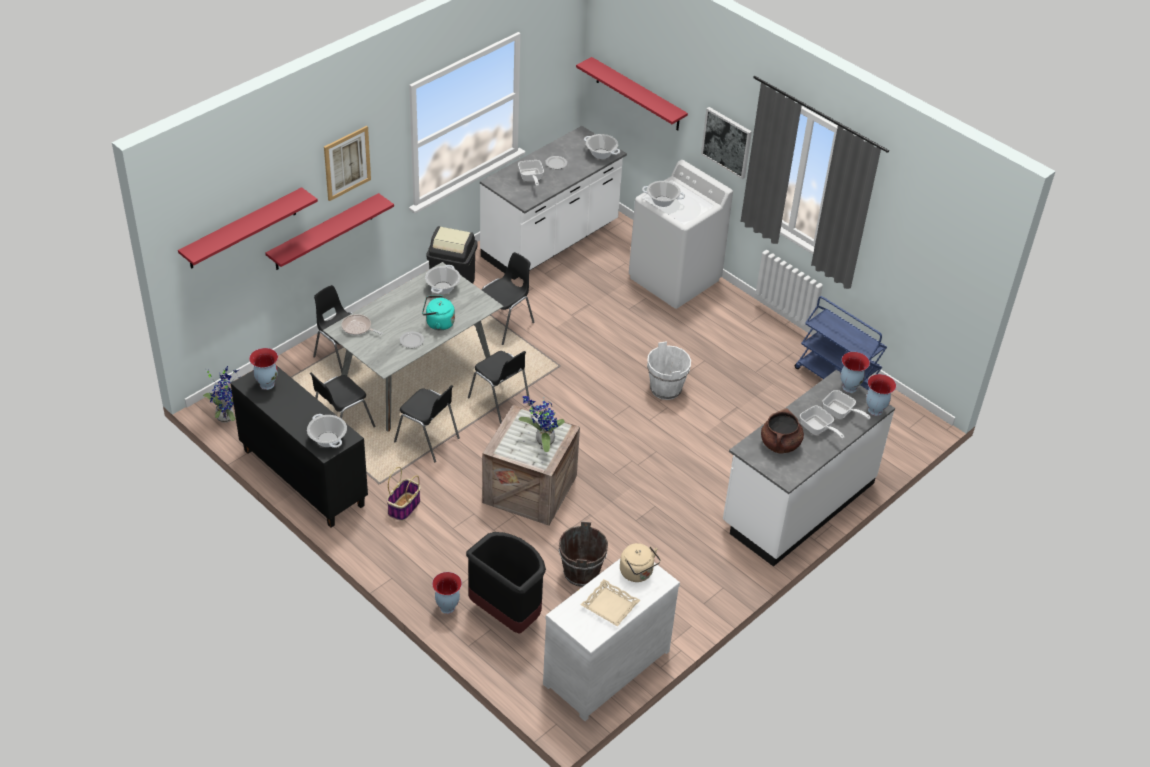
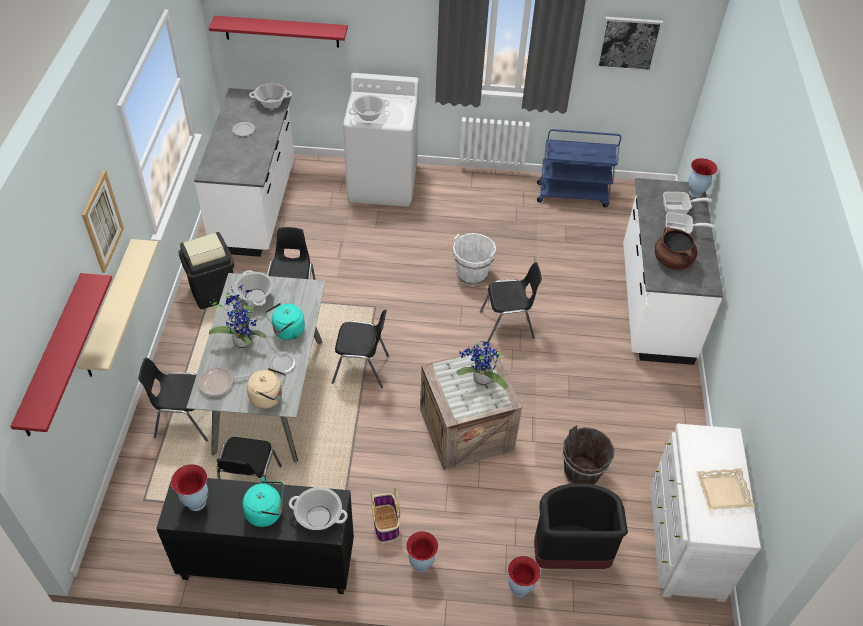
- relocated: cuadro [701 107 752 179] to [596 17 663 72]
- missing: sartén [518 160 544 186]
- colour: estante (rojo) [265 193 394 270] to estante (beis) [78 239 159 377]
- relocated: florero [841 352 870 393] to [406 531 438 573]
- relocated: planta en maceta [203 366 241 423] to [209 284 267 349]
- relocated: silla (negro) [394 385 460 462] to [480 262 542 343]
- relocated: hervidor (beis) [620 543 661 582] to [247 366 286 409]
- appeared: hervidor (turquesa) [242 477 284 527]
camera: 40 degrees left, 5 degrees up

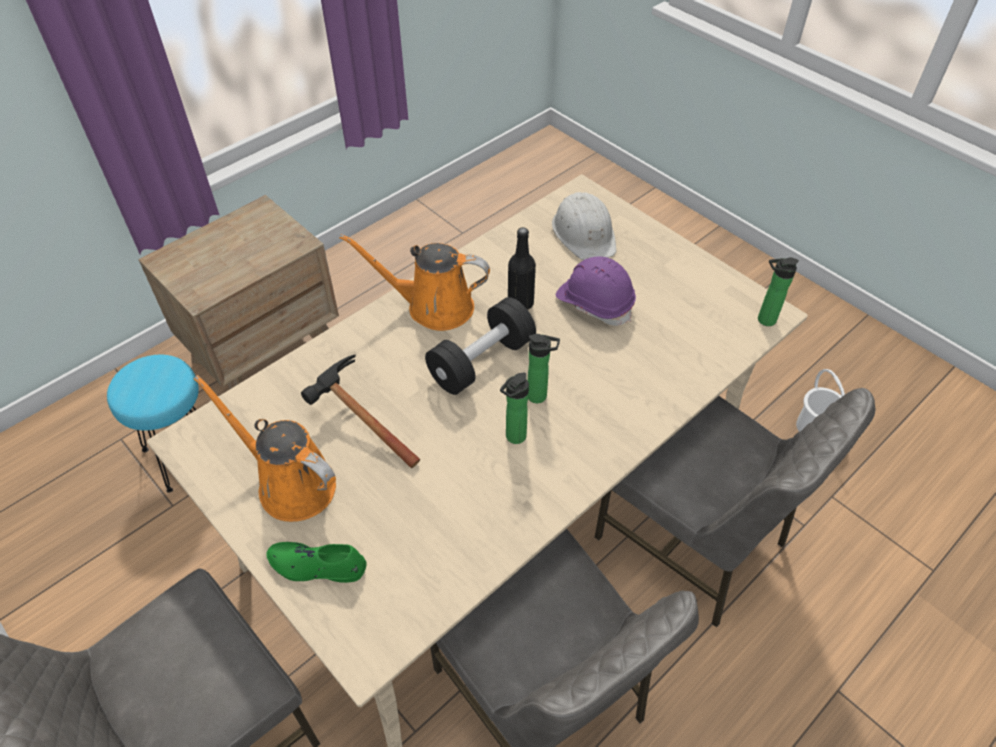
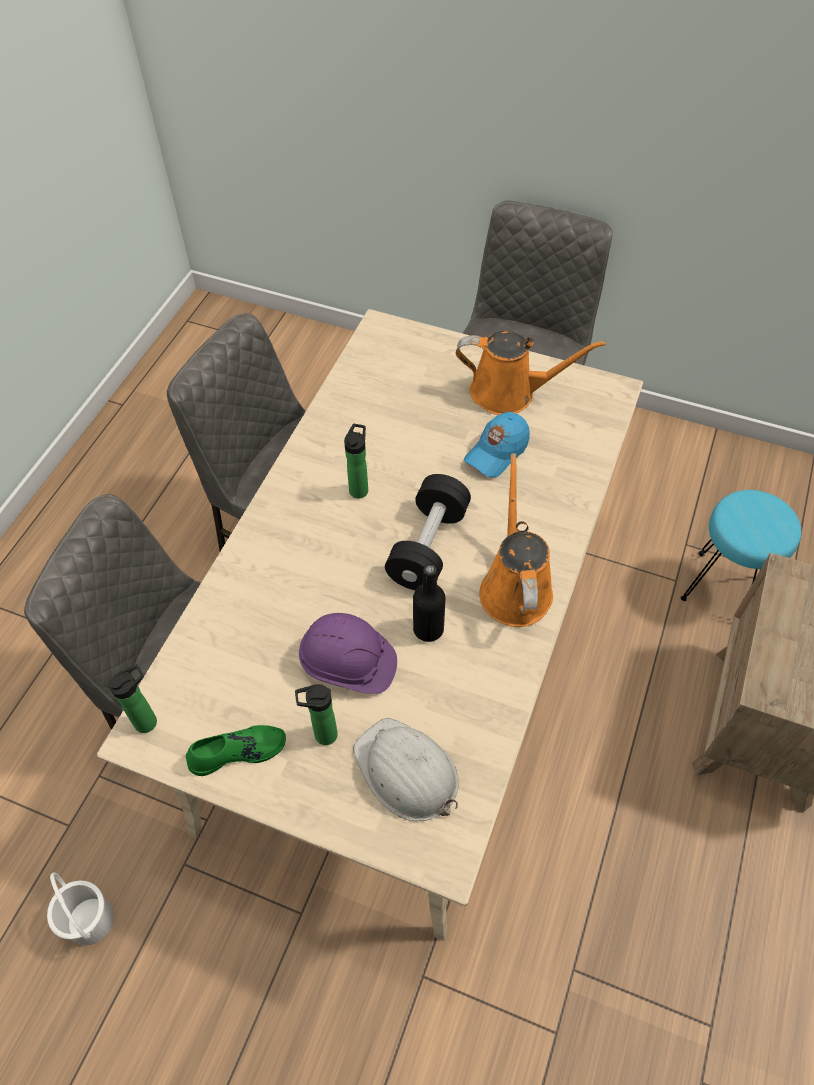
- spun: regadera (naranja) [340 234 490 331] = [479 453 553 627] 75 degrees counterclockwise
- relocated: botella [528 334 560 403] to [295 684 338 745]
- exchanged: martillo [301 355 420 468] to gorra (azul) [464 412 530 478]
- relocated: zapato (verde) [266 542 367 583] to [186 725 286 776]
camera: 155 degrees right, 5 degrees up

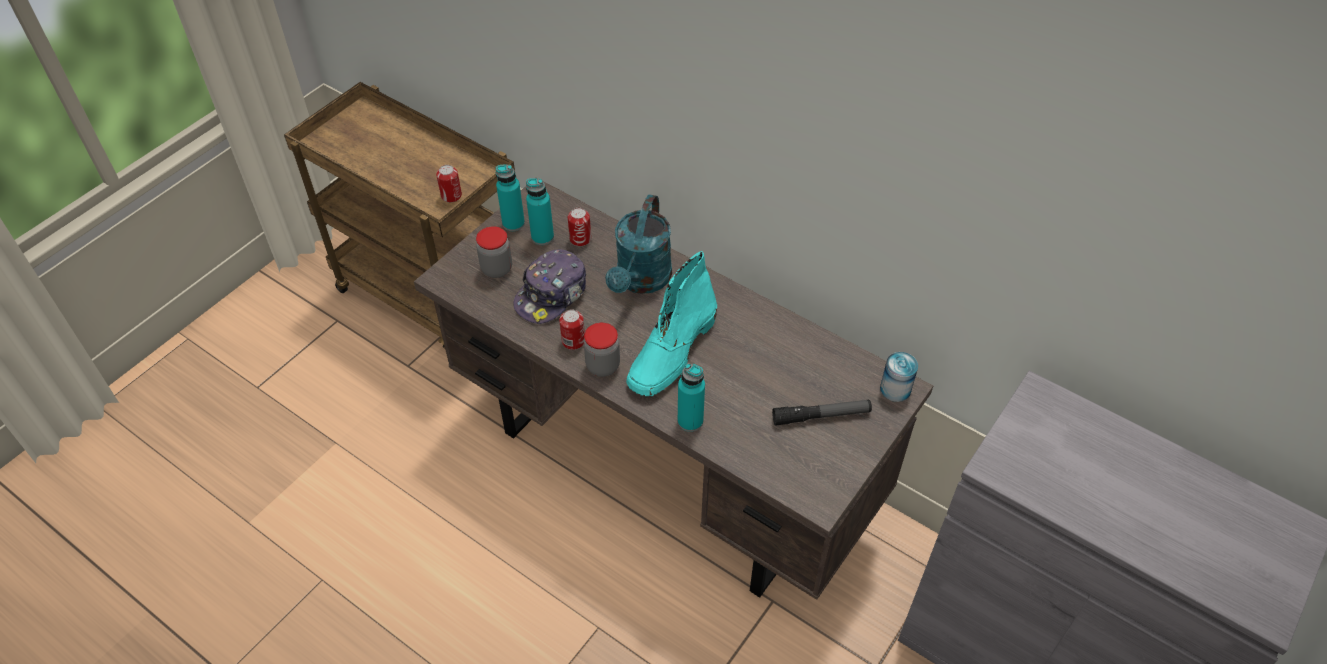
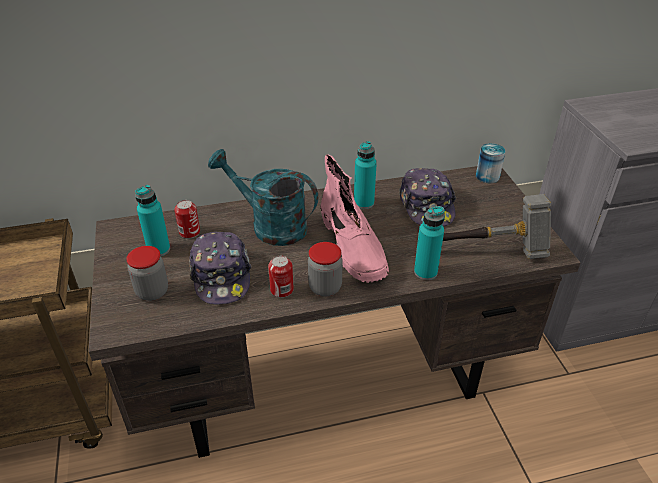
- relocated: botella (turquesa) [496 164 525 231] to [354 141 377 209]
- missing: lata [436 165 462 203]
- spun: regadera (turquesa) [605 194 672 294] = [208 149 318 246] 150 degrees clockwise
- colour: bota (turquesa) [626 251 717 396] to bota (rosa) [321 154 389 283]
- missing: linterna [772 400 872 426]
- appeared: gorra [399 168 456 226]
- appeared: martillo [443 194 551 259]
camera: 50 degrees left, 10 degrees down

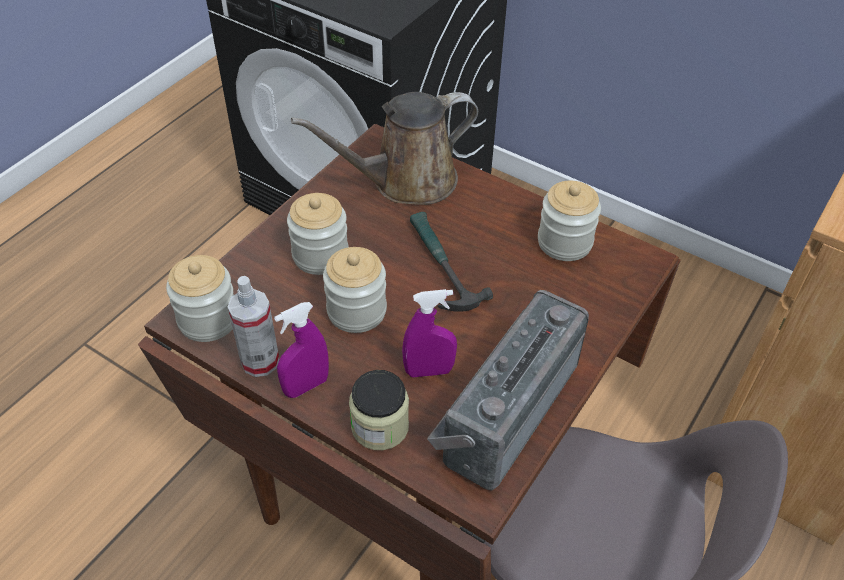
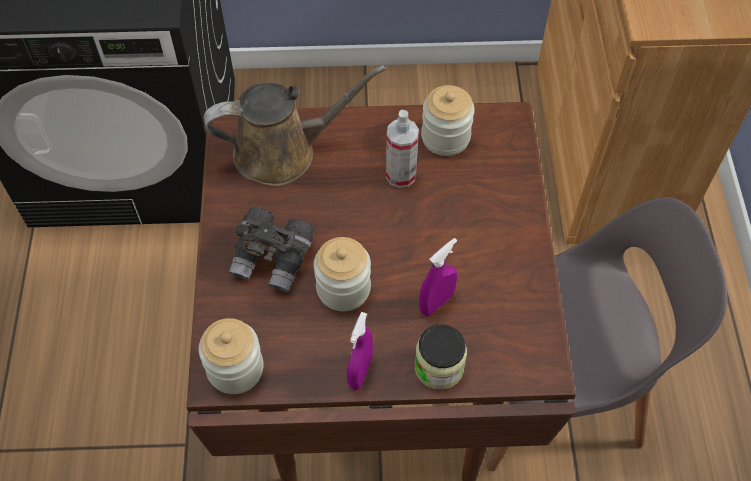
- spun: regadera (marrón) [291 92 478 205] = [204 65 386 186] 135 degrees counterclockwise
- exchanged: tarro [287 193 349 275] to prismáticos (gris) [229 207 314 292]
- missing: martillo [410 212 493 312]
- relocated: pulverizador [228 276 279 377] to [386 110 419 188]
- missing: radio [427 290 589 491]
camera: 35 degrees left, 10 degrees up

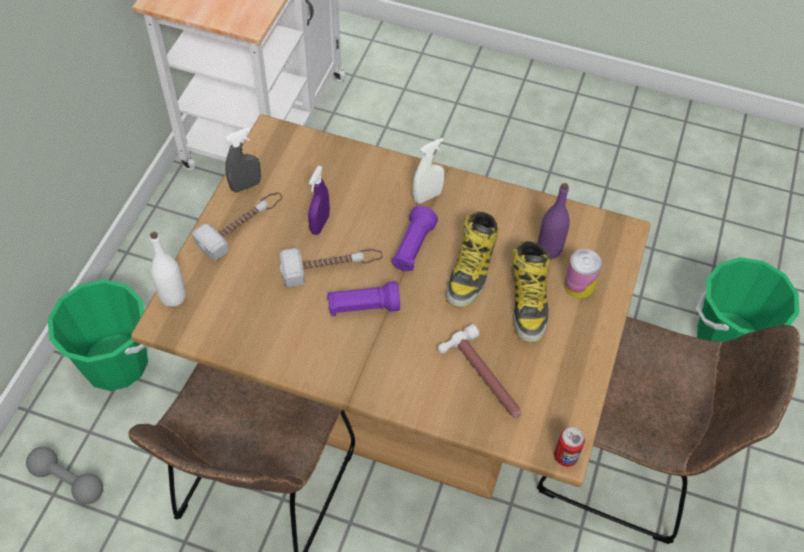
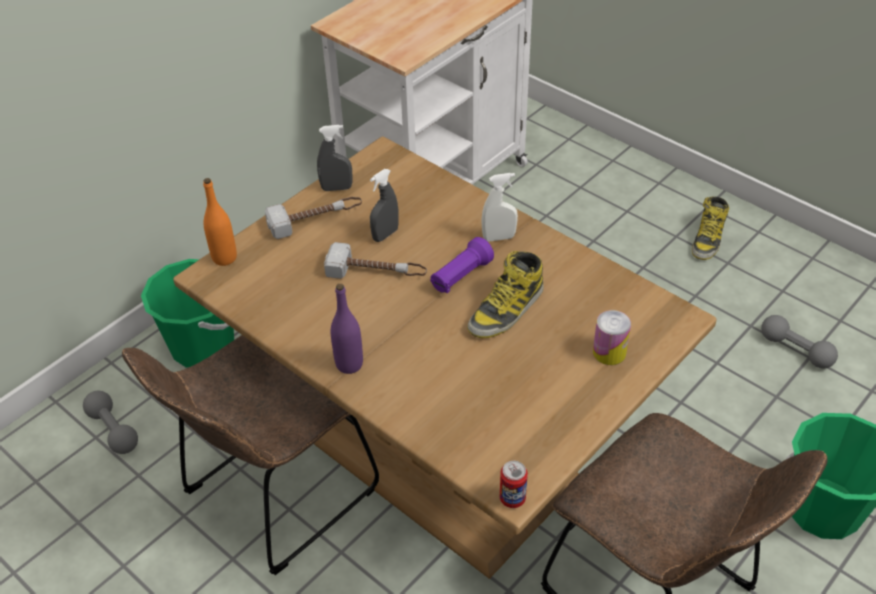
- colour: pulverizador (morado) [308 166 330 235] to pulverizador (gris) [370 169 399 242]
- relocated: botella (morado) [538 183 570 259] to [331 284 363 374]
- colour: botella (blanco) [150 232 186 307] to botella (naranja) [203 178 237 266]
- relocated: bota [511 241 550 343] to [692 197 729 260]
- missing: linterna (morado) [327 281 400 316]
- missing: martillo [437 324 521 418]
- appeared: mancuerna (gris) [761 315 838 369]
camera: 25 degrees right, 10 degrees down

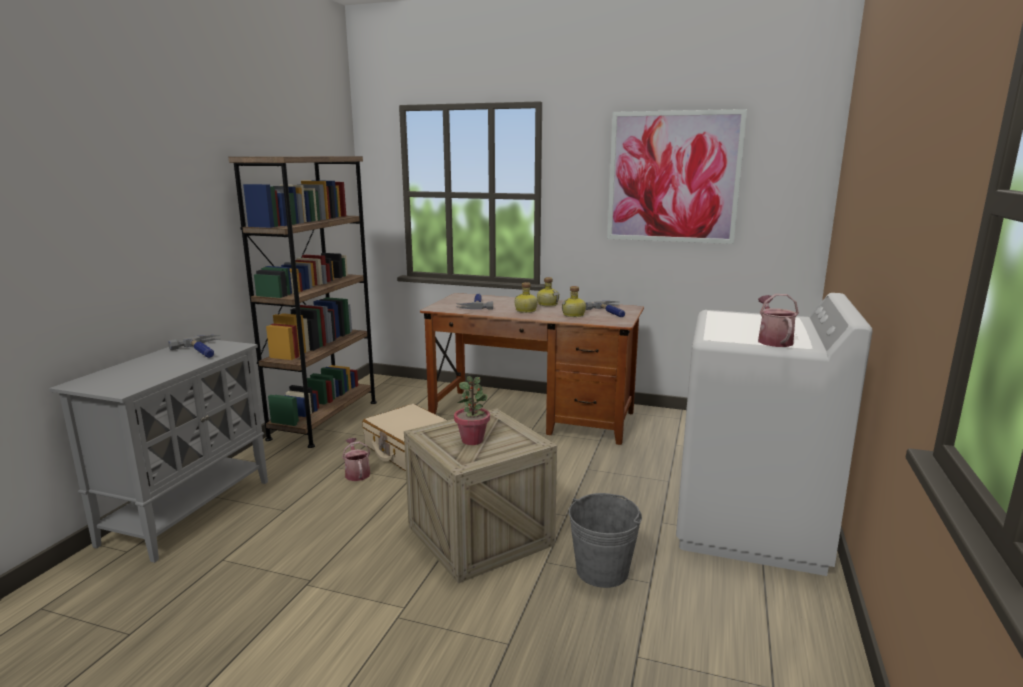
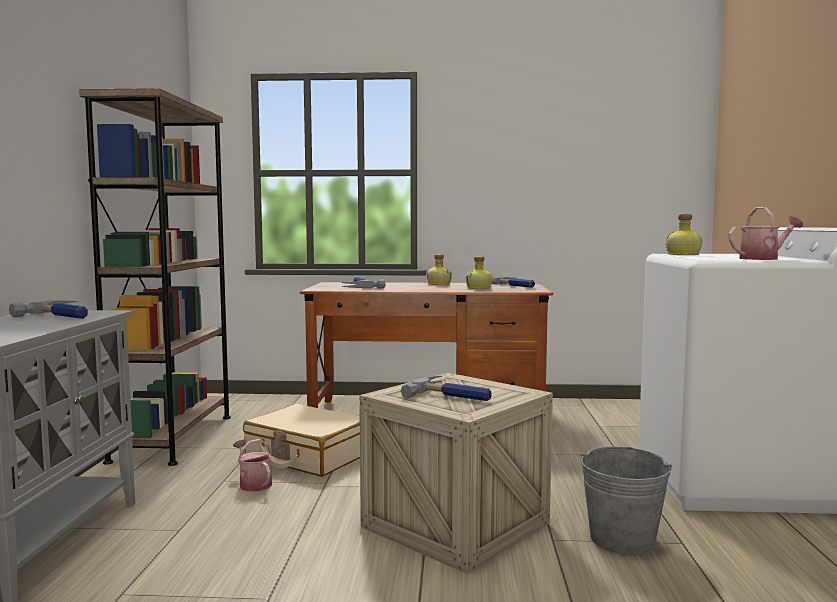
- missing: cuadro [607 109 747 244]
- relocated: botella [514 282 538 313] to [666 214 702 255]
- spun: regadera [758 294 799 347] = [729 207 804 260] 90 degrees clockwise
- exchanged: planta en maceta [454 376 490 445] to martillo [401 376 492 401]
camera: 15 degrees left, 10 degrees down

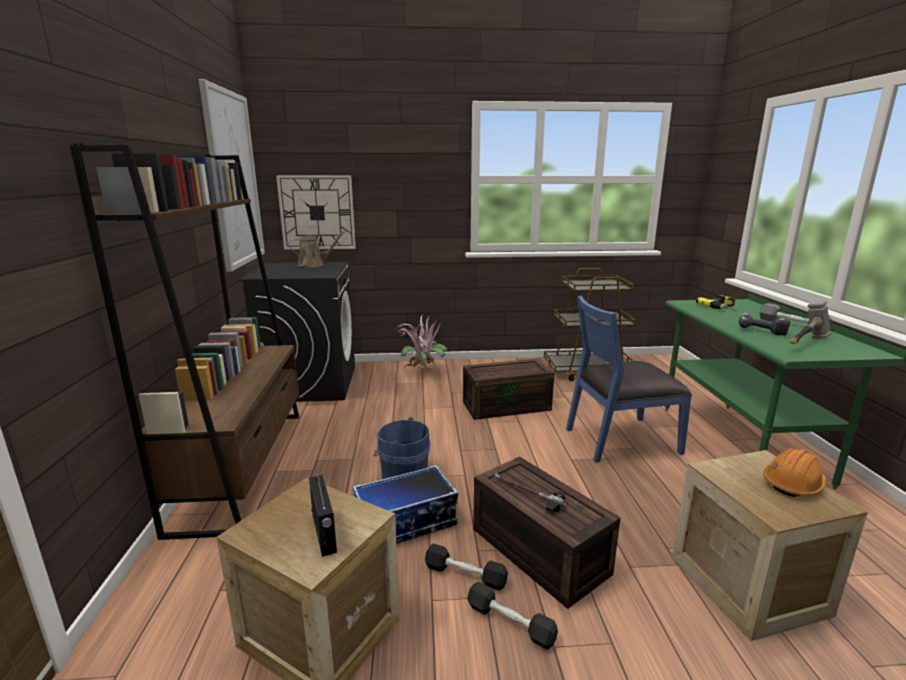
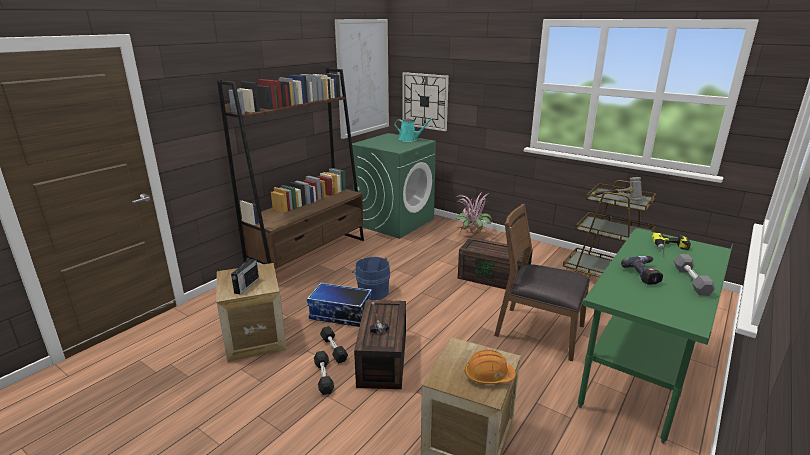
- colour: regadera (marrón) [289 231 346 267] to regadera (turquesa) [394 118 433 142]
- colour: lavadora (negro) [239 262 355 402] to lavadora (verde) [352 133 436 239]
- colour: silla (azul) [566 296 692 462] to silla (marrón) [494 204 590 361]
- relocated: martillo [789 300 831 344] to [591 177 642 201]
camera: 40 degrees right, 5 degrees up

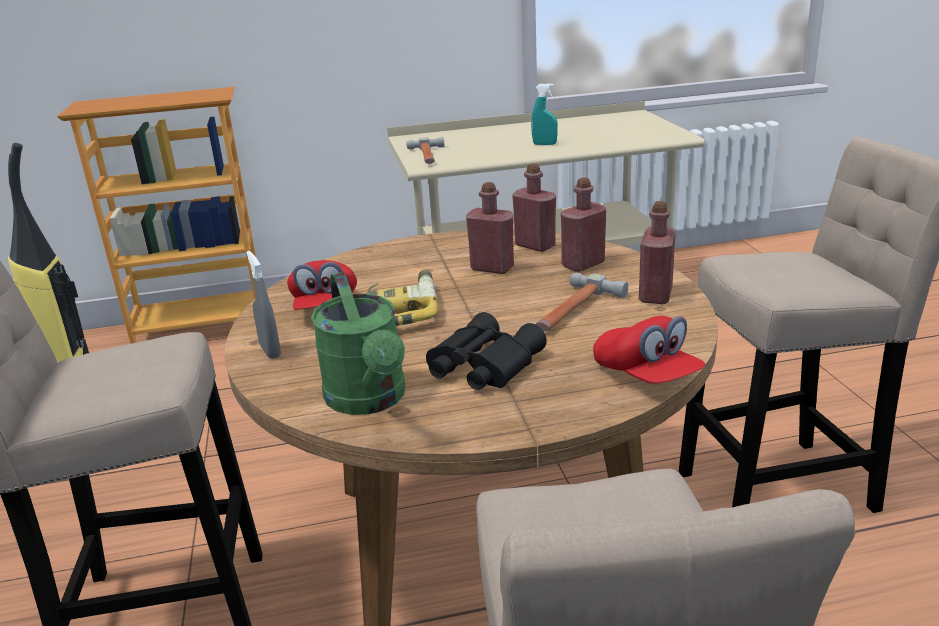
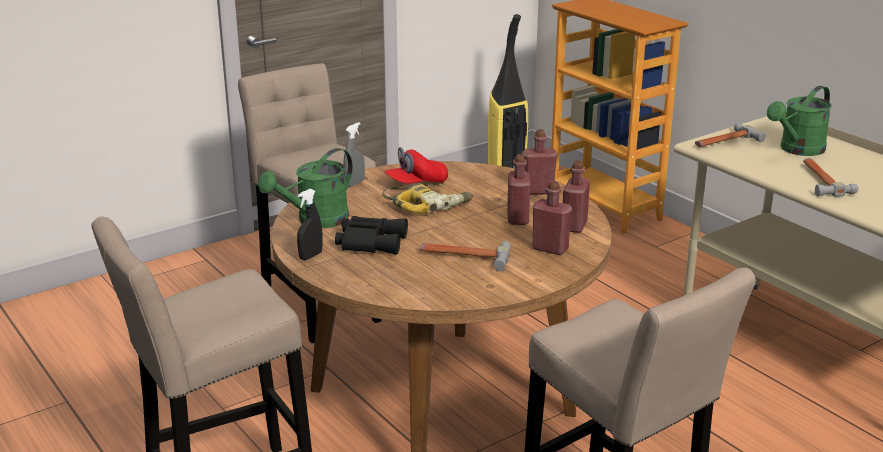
- exchanged: pulverizador (turquesa) [531 84 558 145] to martillo [803 158 858 197]
- relocated: botella (rojo) [639 201 676 304] to [522 129 557 195]
- missing: gorra (rojo) [593 316 705 384]
- appeared: regadera (verde) [767 86 832 156]
- appeared: pulverizador (negro) [297 189 323 260]
camera: 65 degrees right, 0 degrees up

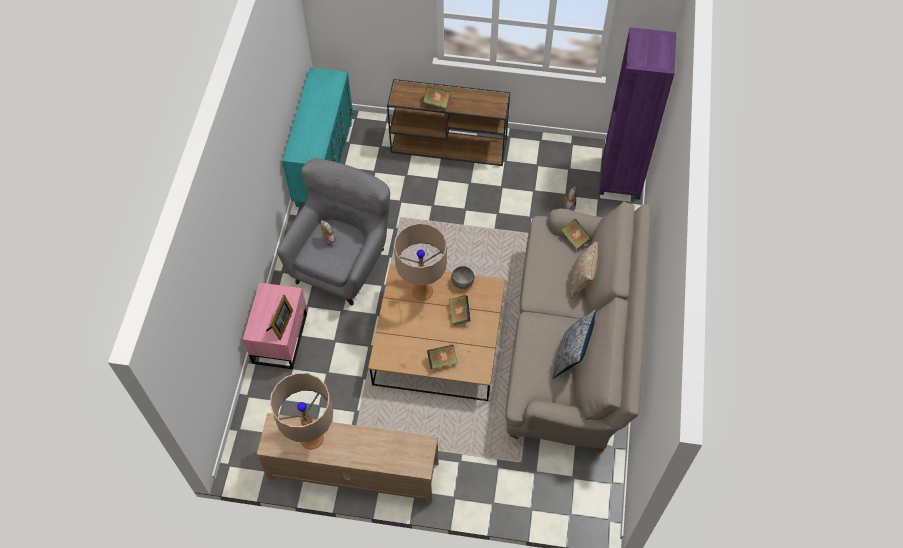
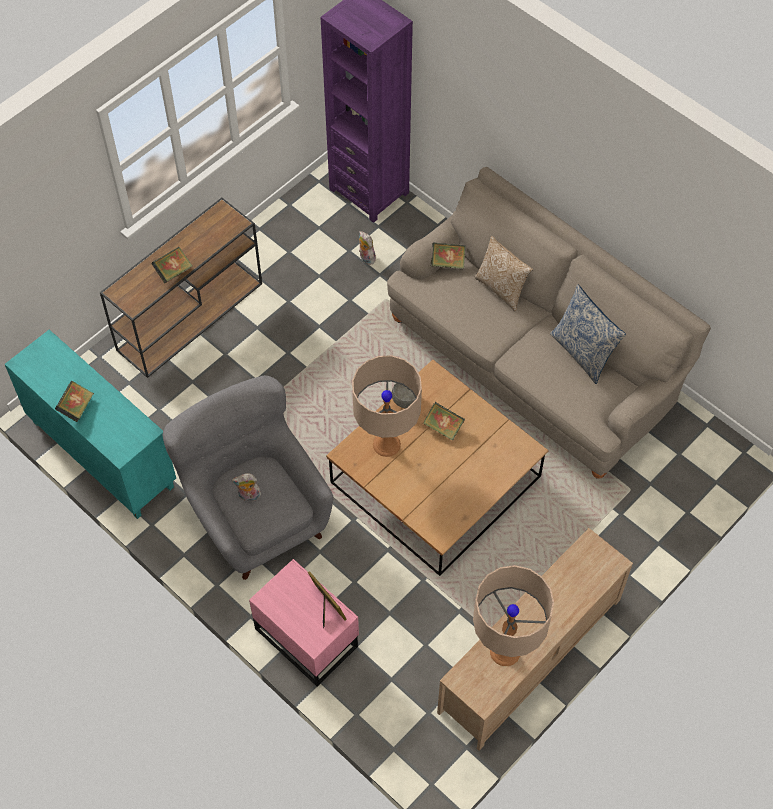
- relocated: libro [427 345 458 369] to [55 381 94 422]
camera: 55 degrees left, 0 degrees up

